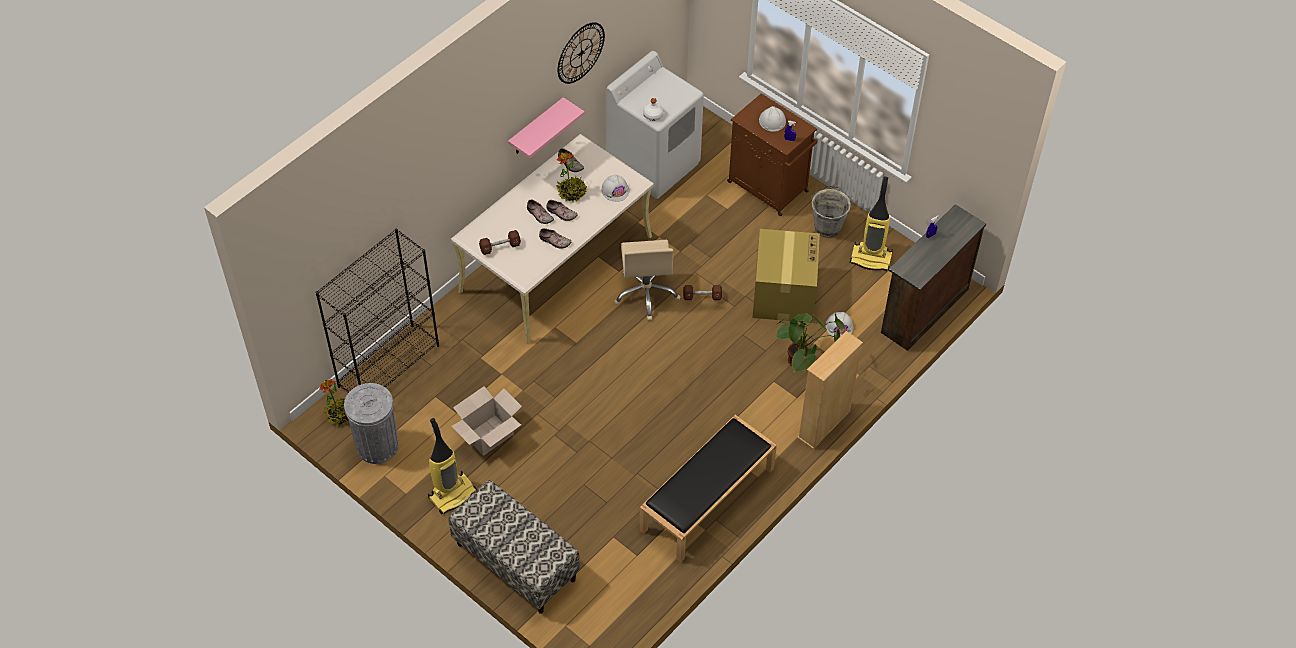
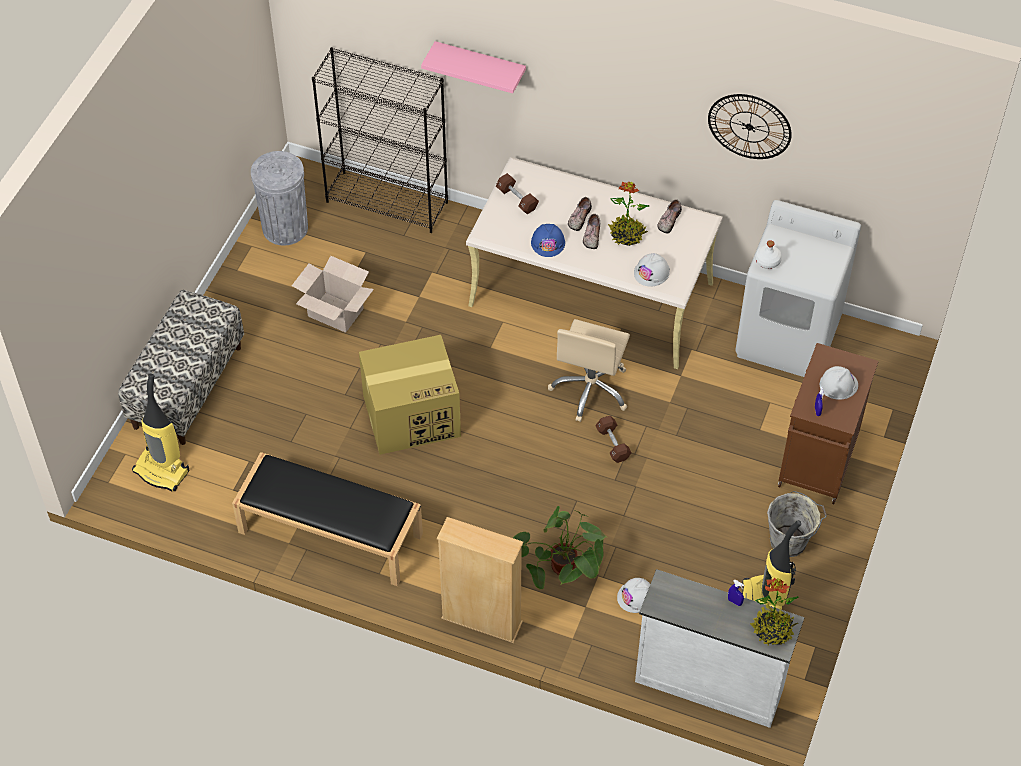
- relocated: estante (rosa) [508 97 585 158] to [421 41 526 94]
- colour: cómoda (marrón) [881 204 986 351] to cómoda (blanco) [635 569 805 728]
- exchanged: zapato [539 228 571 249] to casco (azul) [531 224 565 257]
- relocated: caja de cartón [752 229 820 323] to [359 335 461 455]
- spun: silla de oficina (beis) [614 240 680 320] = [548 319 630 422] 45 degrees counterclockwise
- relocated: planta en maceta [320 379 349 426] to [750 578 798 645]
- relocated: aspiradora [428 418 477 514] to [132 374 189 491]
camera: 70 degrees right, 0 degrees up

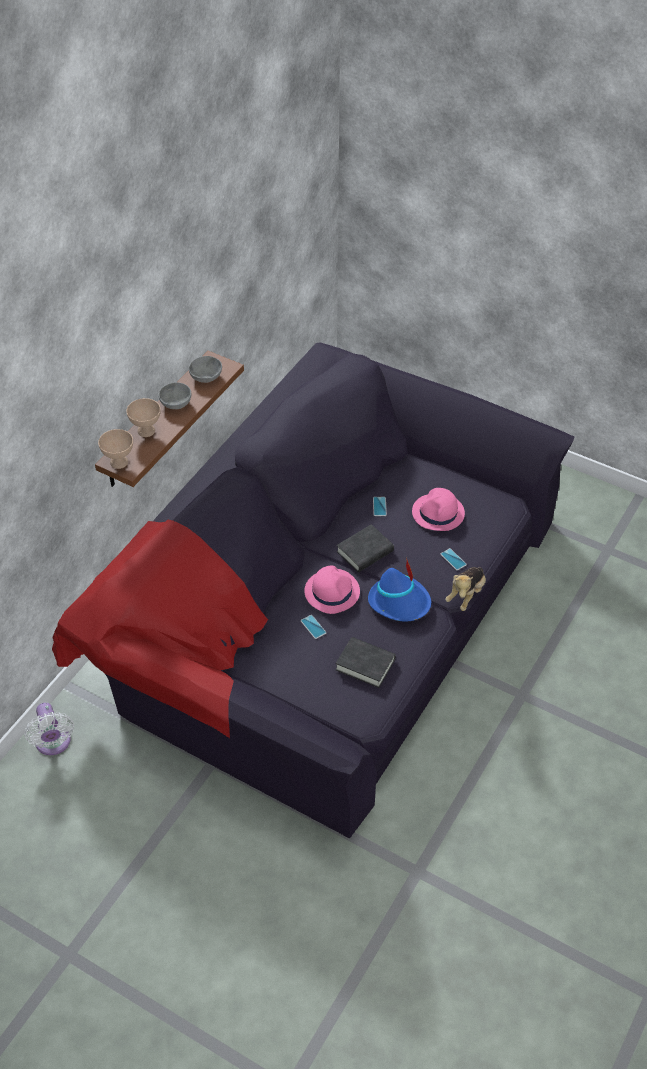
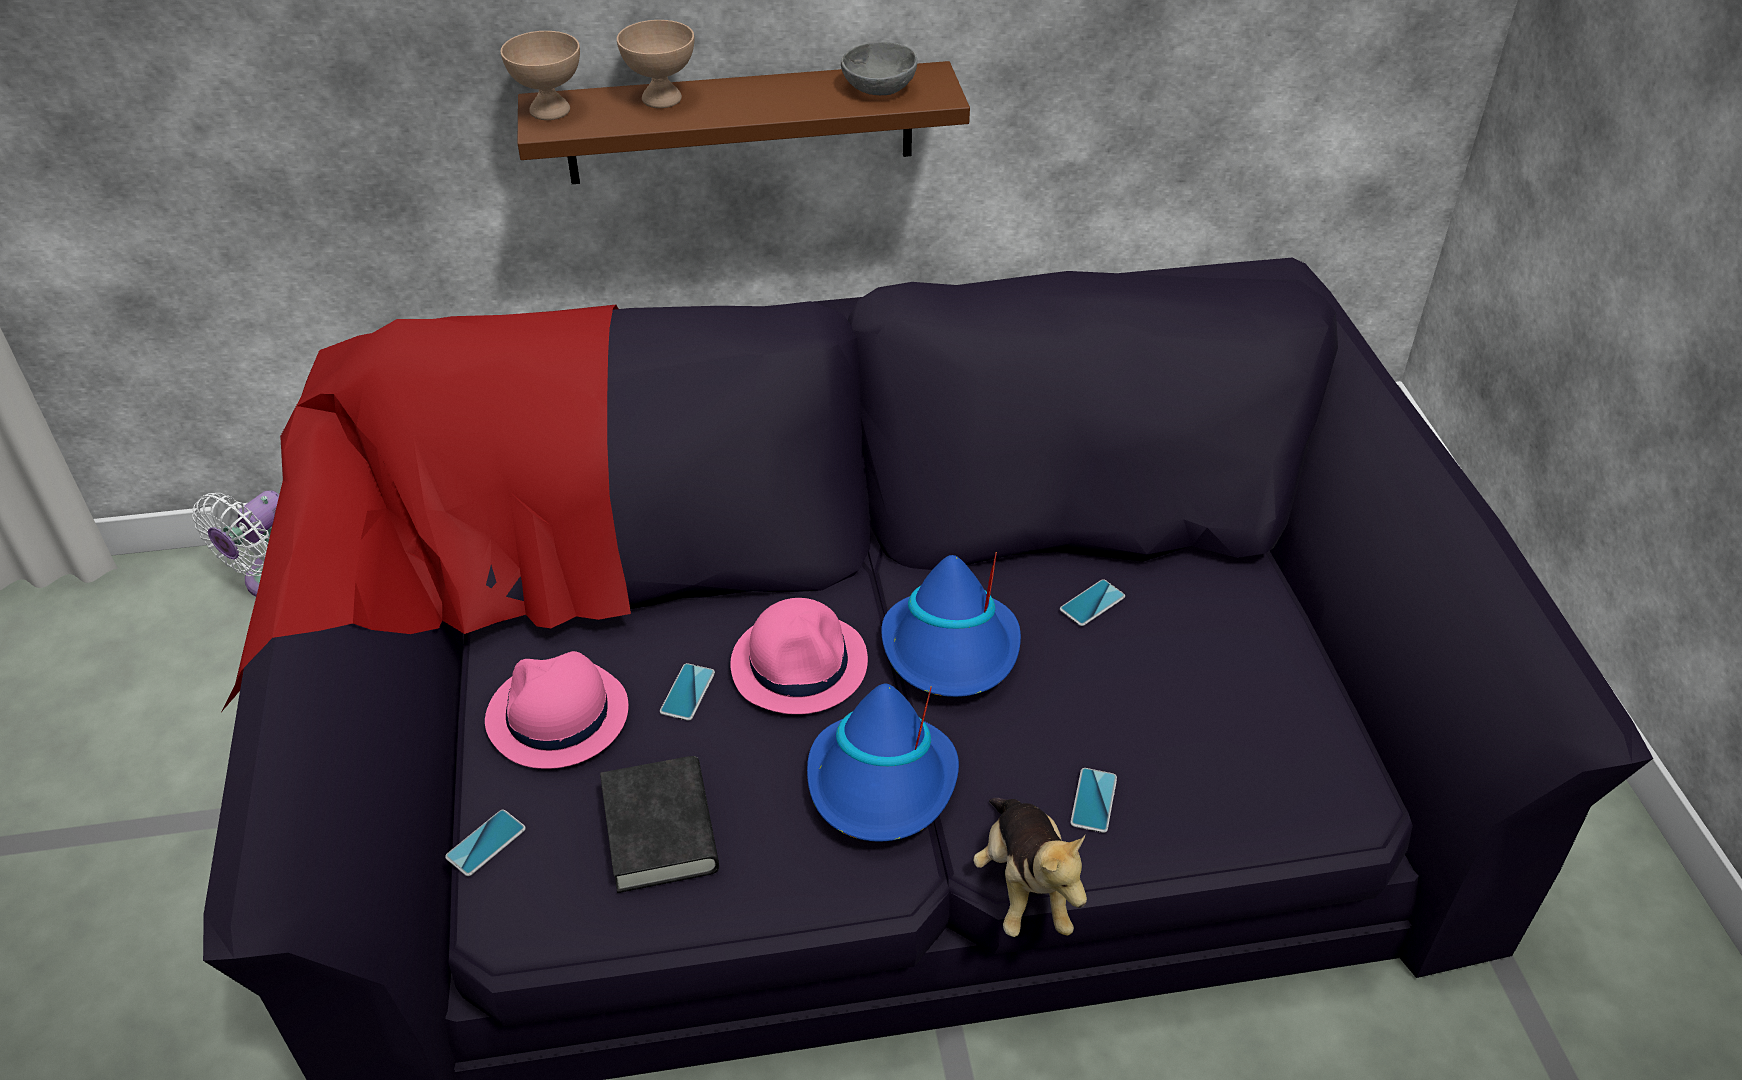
- missing: cuenco (gris) [158 382 192 409]
- relocated: sombrero (rosa) [412 488 465 531] to [485 651 629 769]
- exchanged: libro (negro) [337 524 394 572] to sombrero (azul) [881 552 1021 697]
- spun: peluche [445 567 486 611] = [973 798 1087 937] 90 degrees counterclockwise
- appeared: móvil [445 810 526 876]
camera: 50 degrees right, 5 degrees down

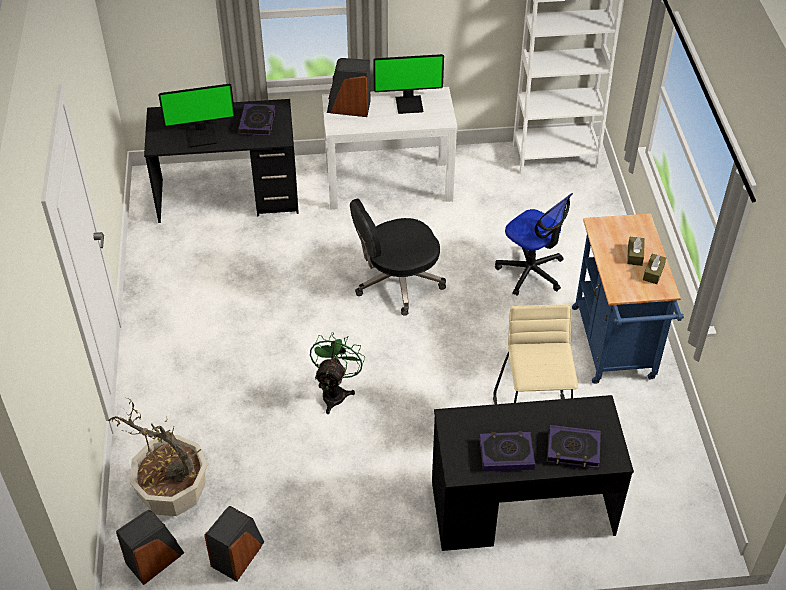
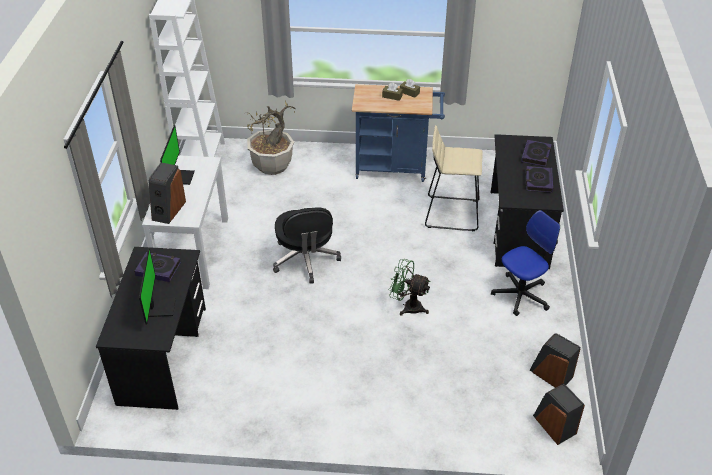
- relocated: silla de oficina [495 193 573 296] to [491 210 560 316]
- relocated: planta en maceta [108 401 207 516] to [246 100 295 175]
camera: 80 degrees left, 5 degrees down

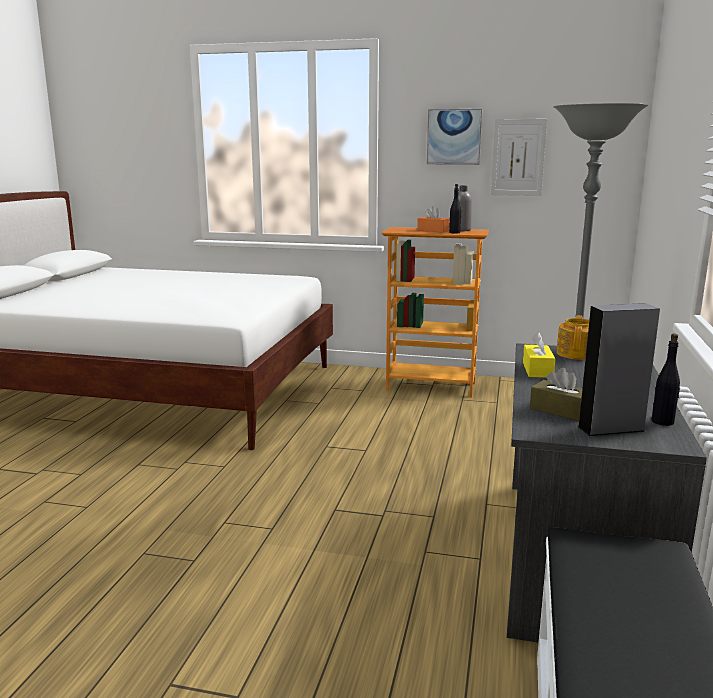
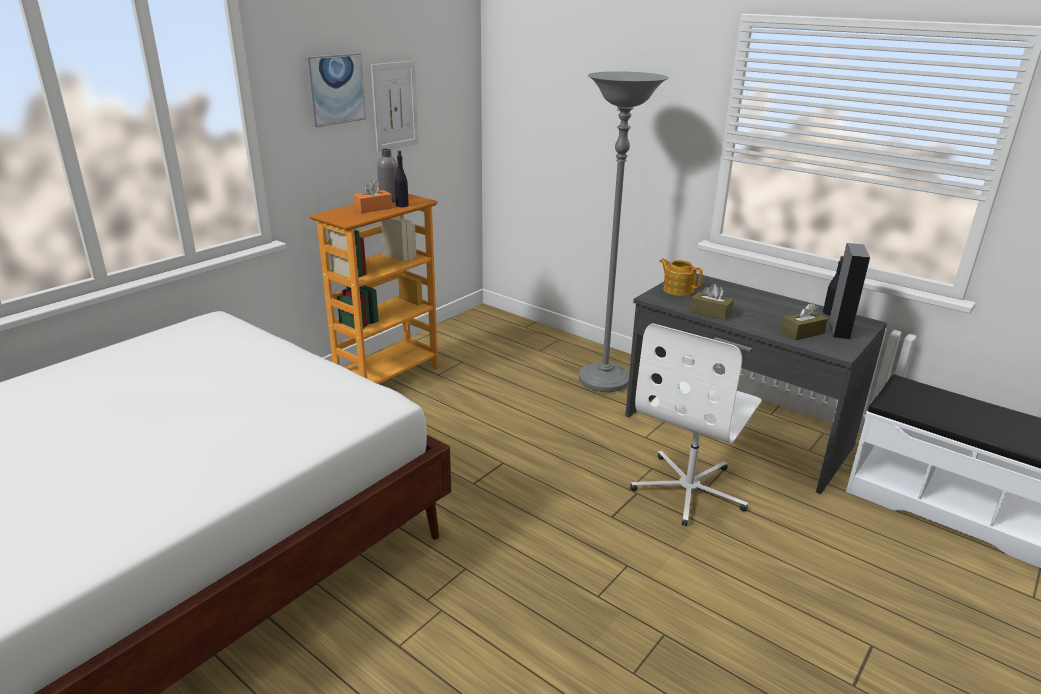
- colour: caja de pañuelos (amarillo) [523 332 555 378] to caja de pañuelos (marrón) [690 284 734 320]
- appeared: silla de oficina (blanco) [630 323 762 526]
camera: 65 degrees left, 10 degrees up

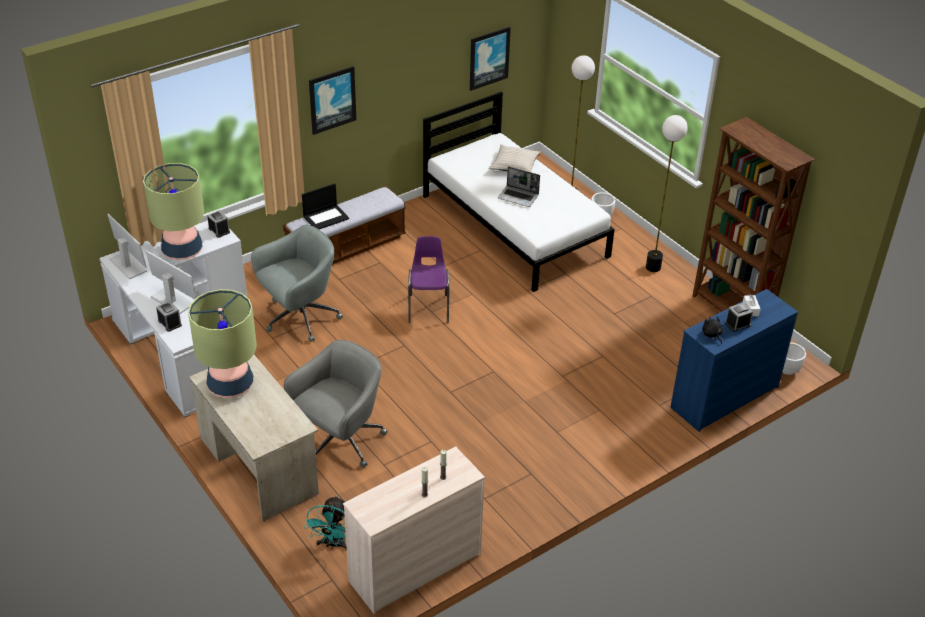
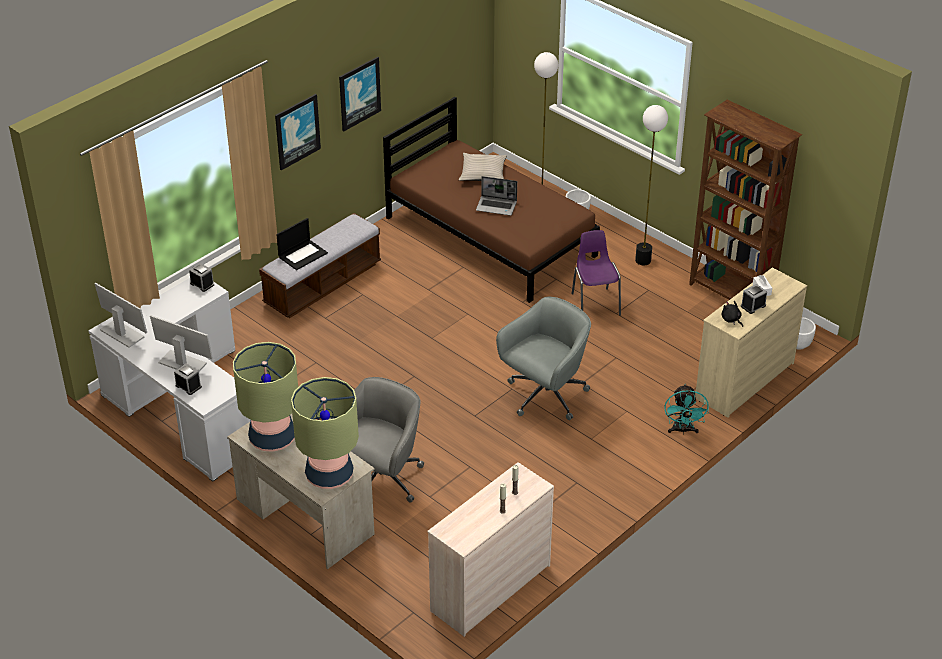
- relocated: cuadro [470 27 511 91] to [339 57 381 131]
- colour: cama (blanco) [423 91 615 292] to cama (marrón) [383 97 600 303]
- relocated: lámpara de mesa [143 163 204 260] to [291 377 359 489]
- relocated: silla de oficina (gris) [251 225 343 342] to [496 297 591 420]
- relocated: silla (morado) [408 236 449 323] to [571 230 621 316]
- colour: cómoda (azul) [670 289 798 432] to cómoda (beis) [695 267 807 418]
- relocated: ventilador (turquesa) [304 495 347 550] to [664 384 709 435]
camera: 10 degrees left, 0 degrees up

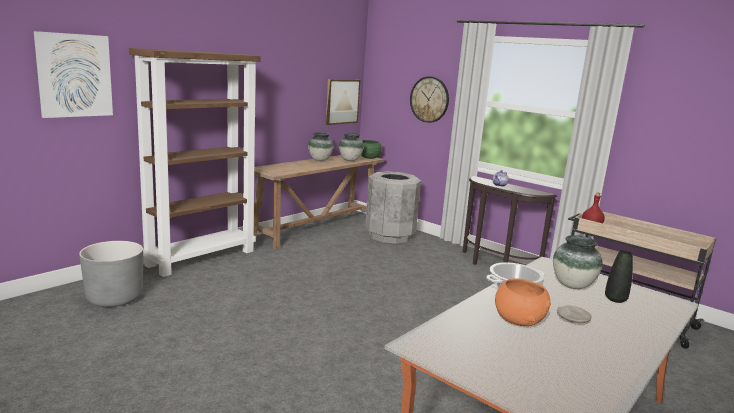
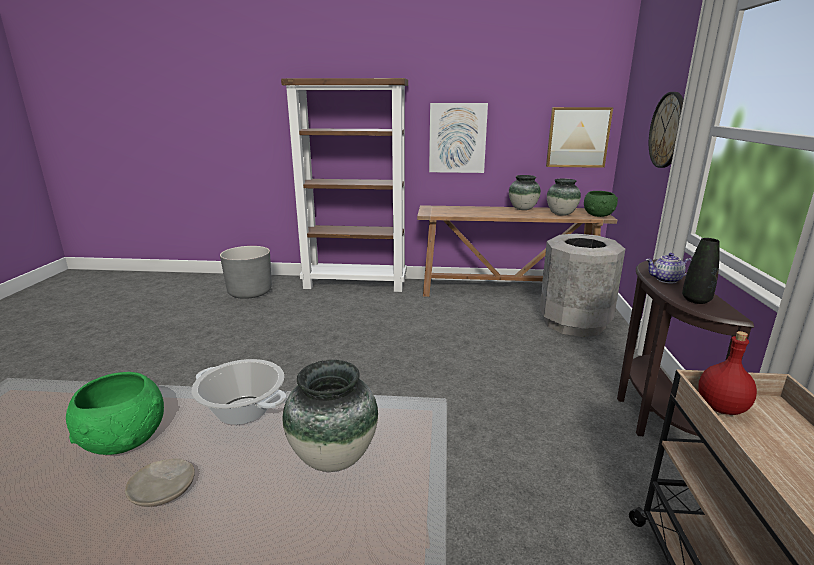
- relocated: cuadro [34 31 113 118] to [429 103 488 173]
- relocated: florero (negro) [605 250 633 303] to [682 238 720 304]
- colour: cuenco (naranja) [495 278 551 326] to cuenco (verde) [66 372 164 455]
camera: 55 degrees right, 5 degrees up

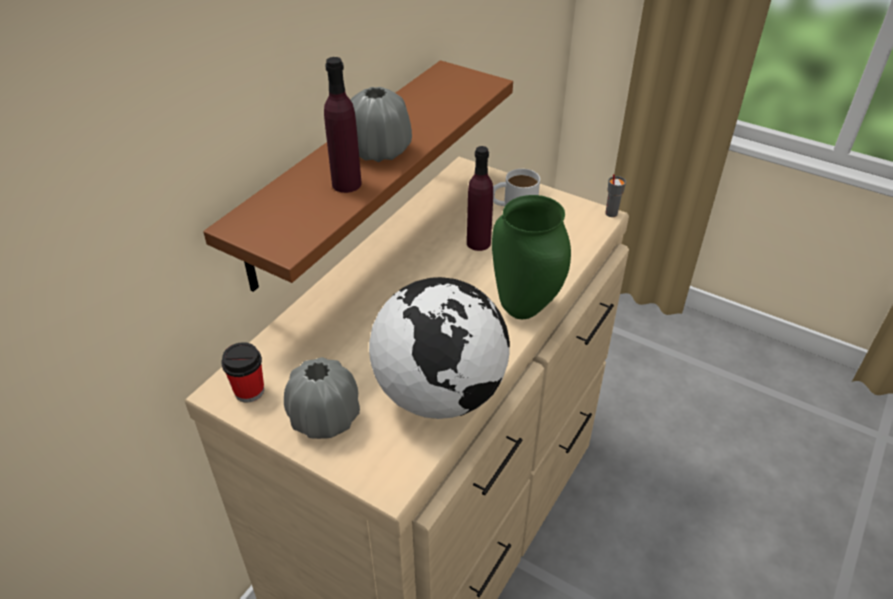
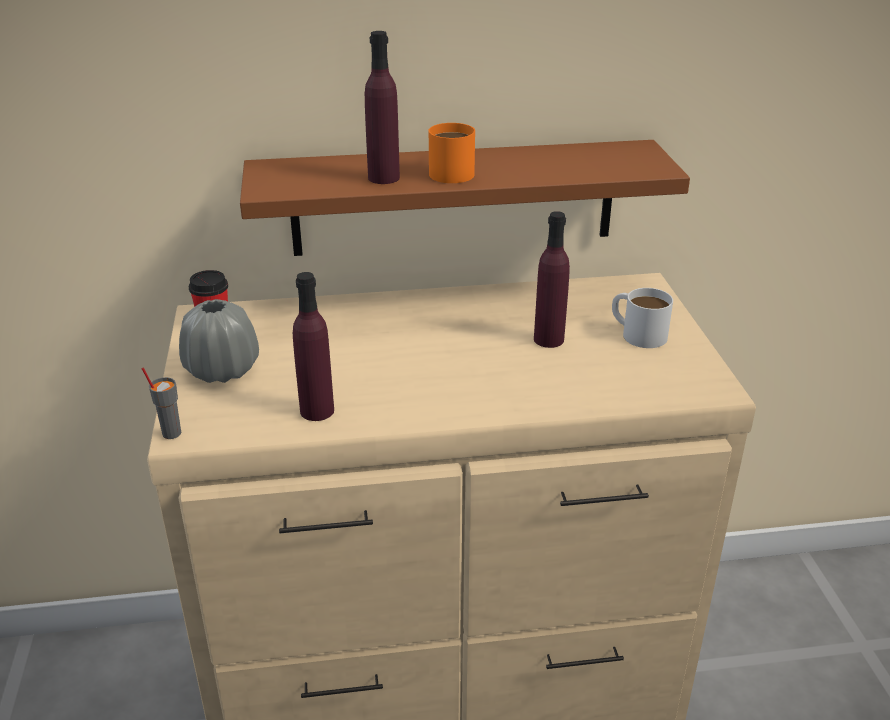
- exchanged: florero (gris) [350 87 412 162] to taza grande (naranja) [429 123 475 183]
- relocated: taza (gris) [605 174 626 217] to [141 368 181 439]
- missing: florero (verde) [492 195 571 319]
- exchanged: globo terráqueo [369 277 510 419] to botella (morado) [293 272 334 421]
camera: 50 degrees right, 10 degrees down

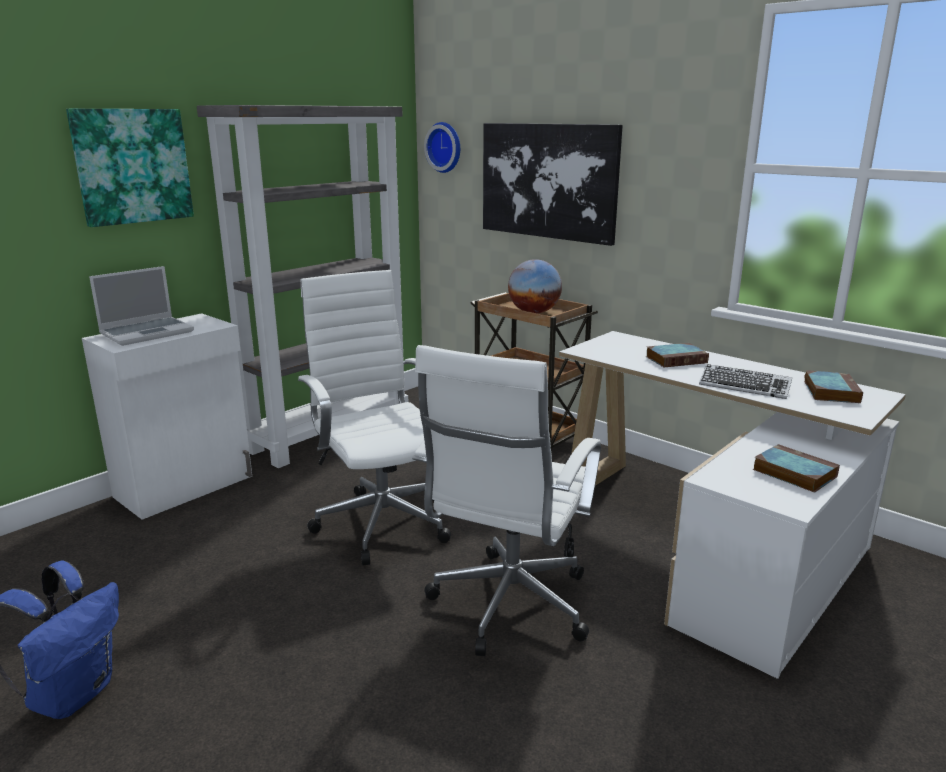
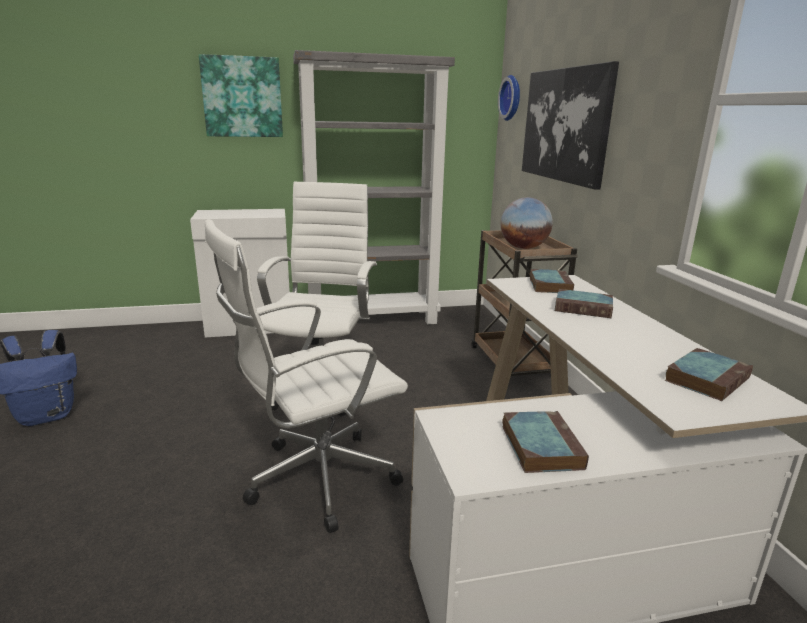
- missing: portátil [89 266 194 346]
- missing: teclado [699 364 792 399]
- appeared: libro [530 269 574 293]
camera: 35 degrees right, 0 degrees up

